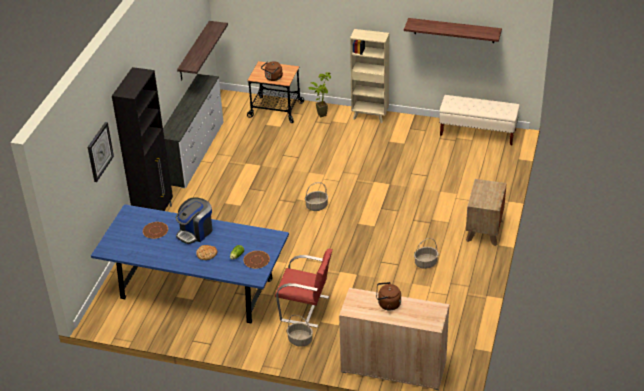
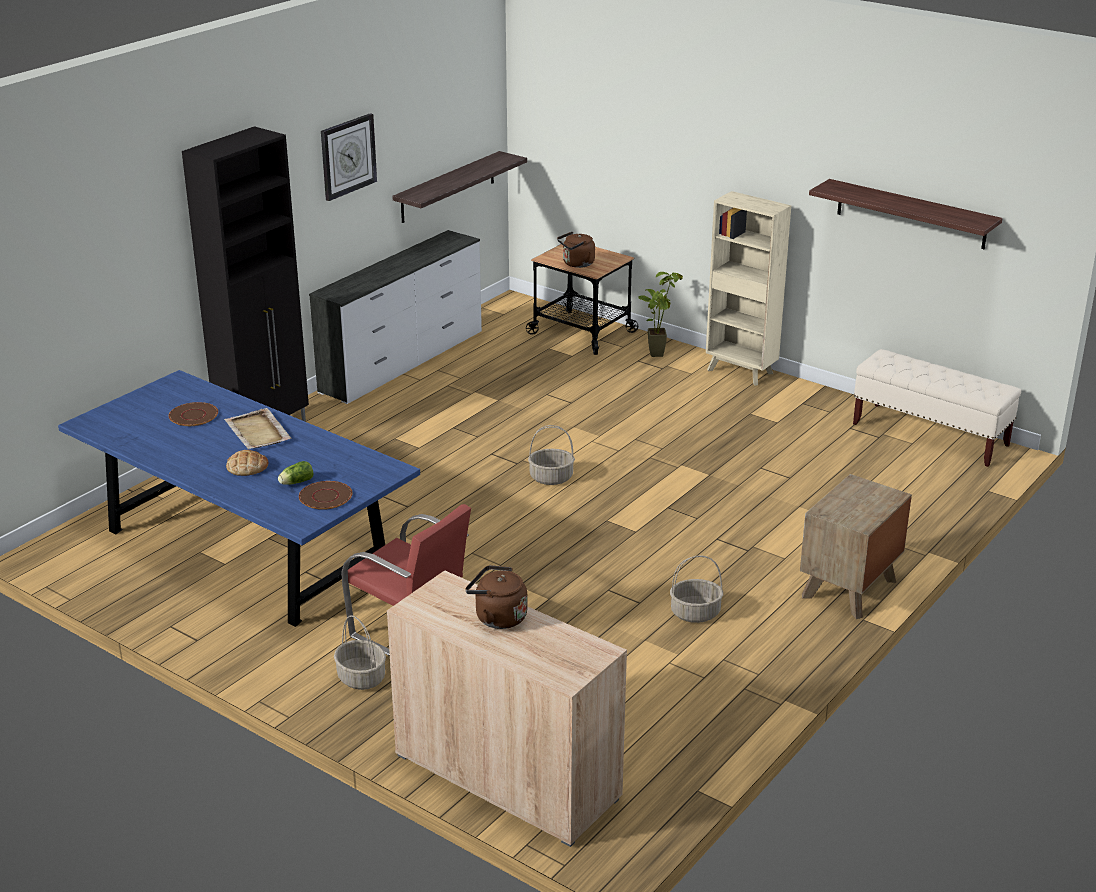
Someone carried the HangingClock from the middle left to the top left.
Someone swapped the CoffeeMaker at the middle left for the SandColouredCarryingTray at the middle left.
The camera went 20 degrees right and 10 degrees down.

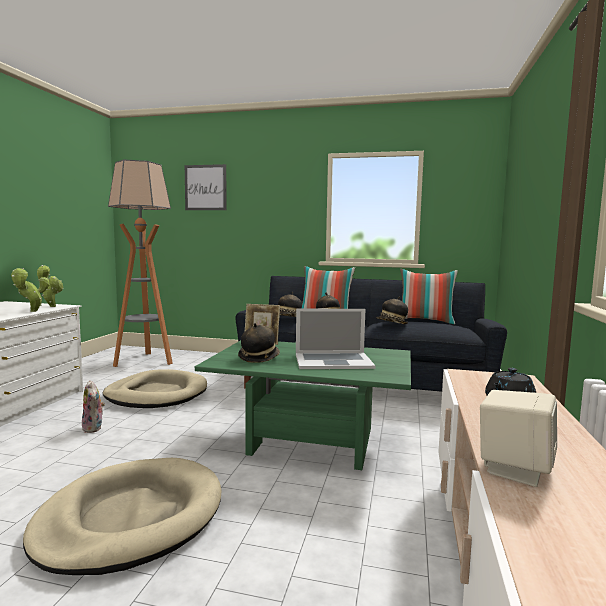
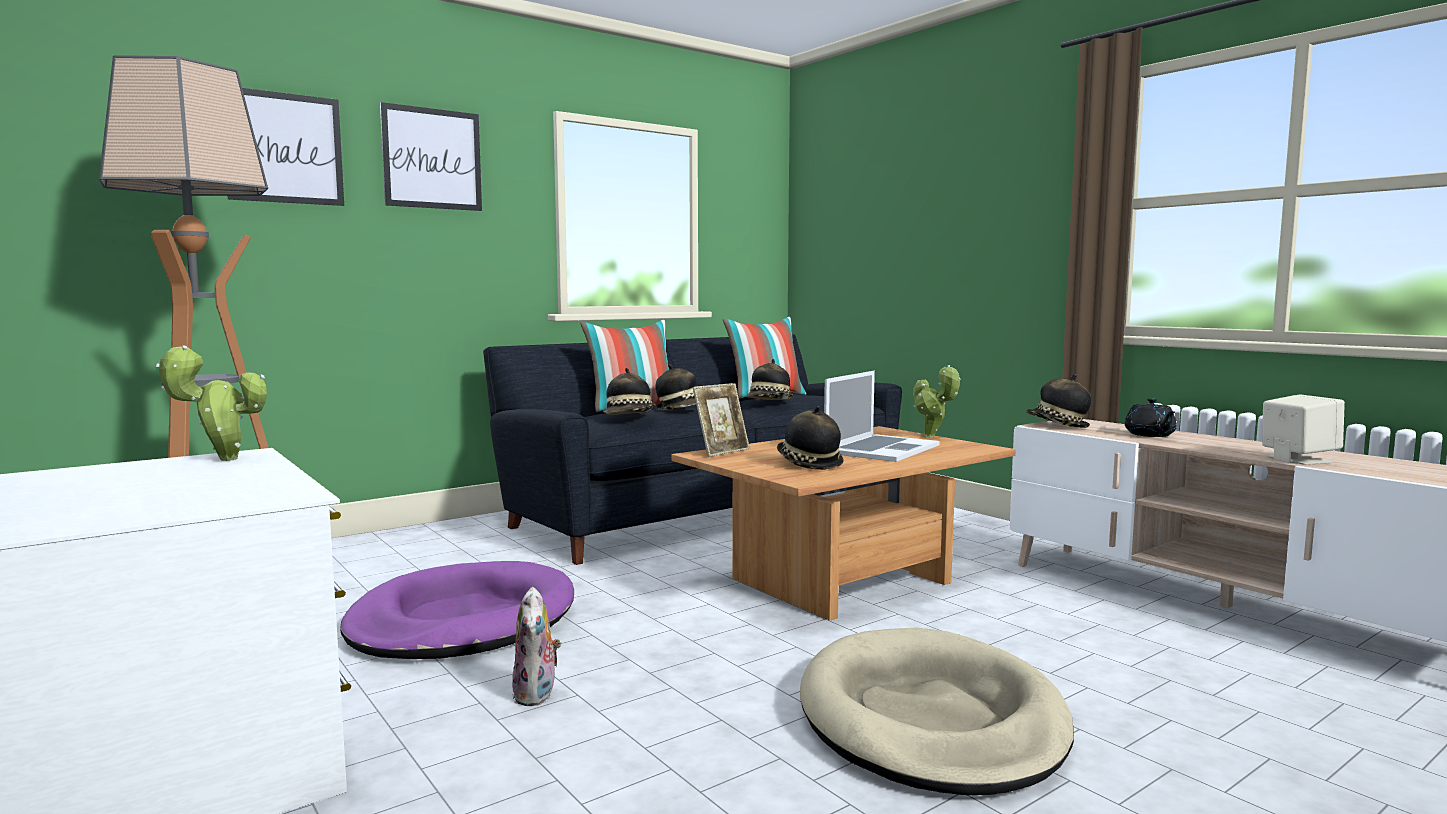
Someone carried the Houseplant (no. 1 from left in the first image) from the middle left to the centre.
Someone repainted the GreenLowTable at the bottom centre, which became the BrownLowTable at the centre.
Someone repainted the SandColouredPetBed (no. 2 from left) at the middle left, which became the PurpleColouredPetBed at the bottom left.
Someone rotated the PlushToy at the bottom left by 75 degrees clockwise.
Someone put up the WallArt (no. 2 from left) at the top left.
Someone put down the Hat (no. 5 from left) at the middle right.
The camera went 50 degrees left and 0 degrees up.

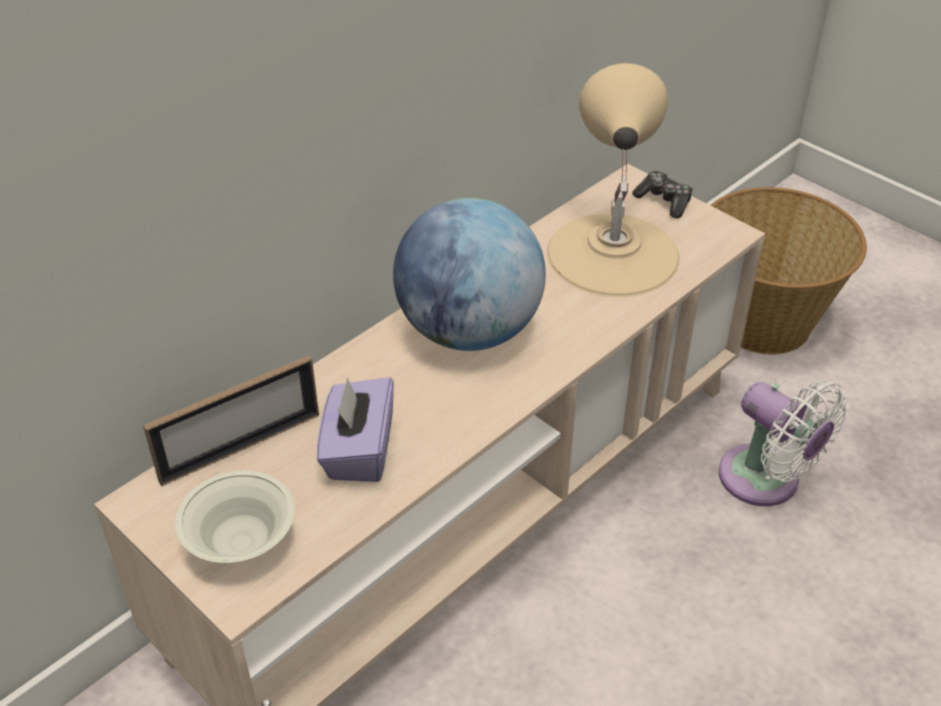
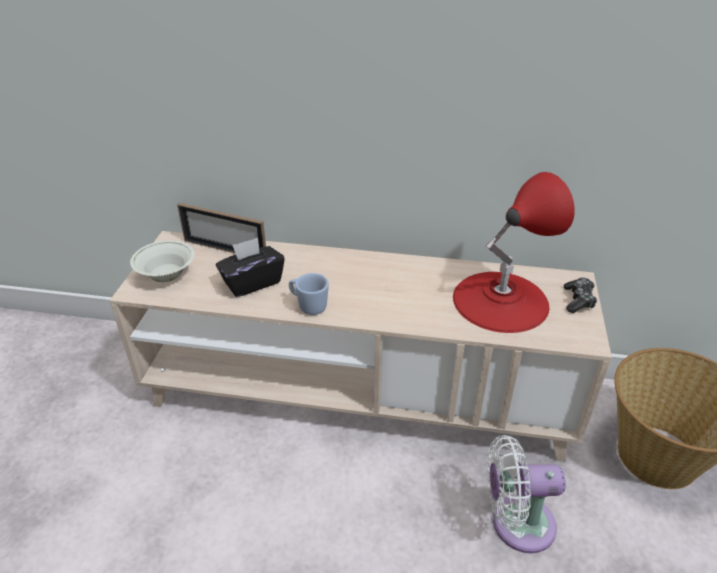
Someone repainted the SandColouredTableLamp at the top centre, which became the RedColouredTableLamp at the middle right.
Someone took away the WorldGlobe at the centre.
Someone repainted the PurpleColouredTissueBox at the centre, which became the BlackTissueBox at the centre.
Someone rotated the WhiteElectricFan at the middle right by 75 degrees clockwise.
Someone put down the BlueCoffeeMug at the centre.
The camera went 55 degrees right and 5 degrees down.

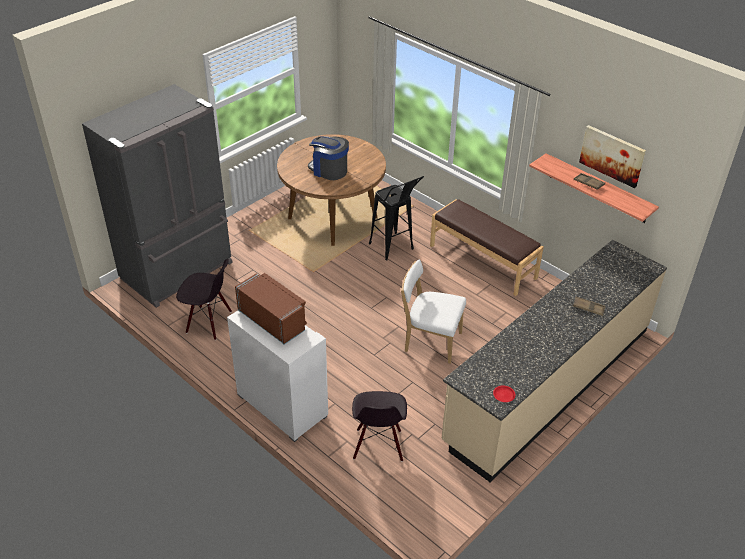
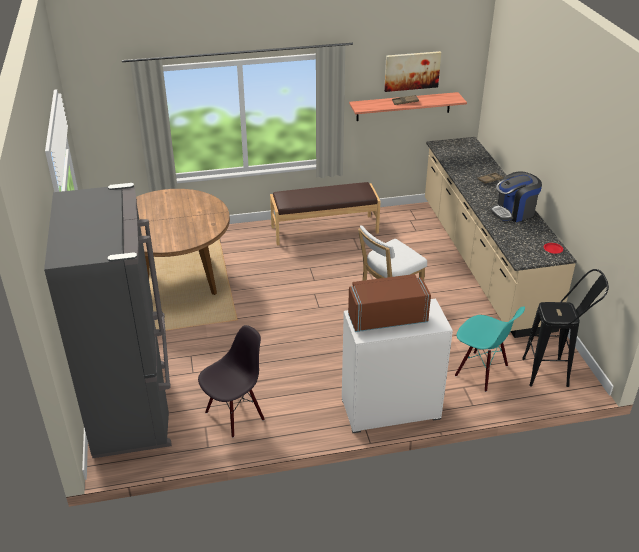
Someone carried the CoffeeMaker from the top centre to the middle right.
Someone carried the BlackSittingStool from the centre to the middle right.
Someone repainted the BlackUprightChair (no. 2 from left) at the bottom centre, which became the BlueGreenUprightChair at the middle right.
The camera went 55 degrees left and 5 degrees down.

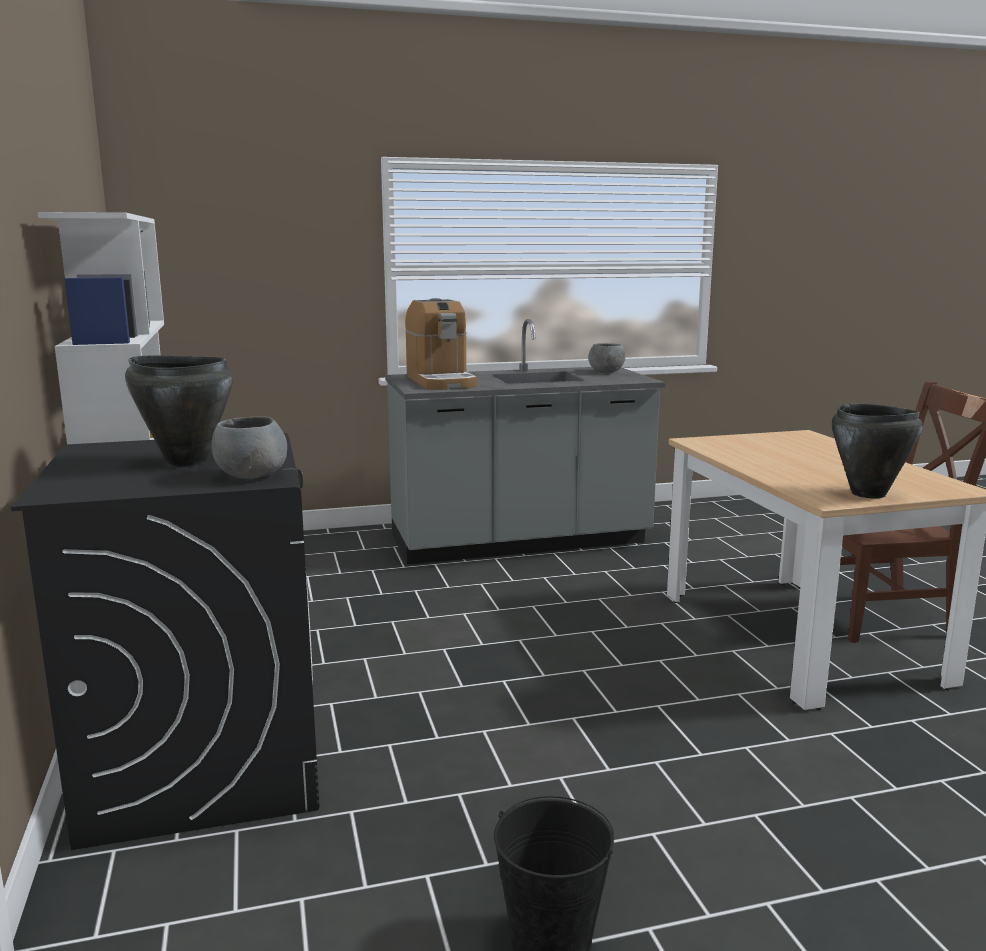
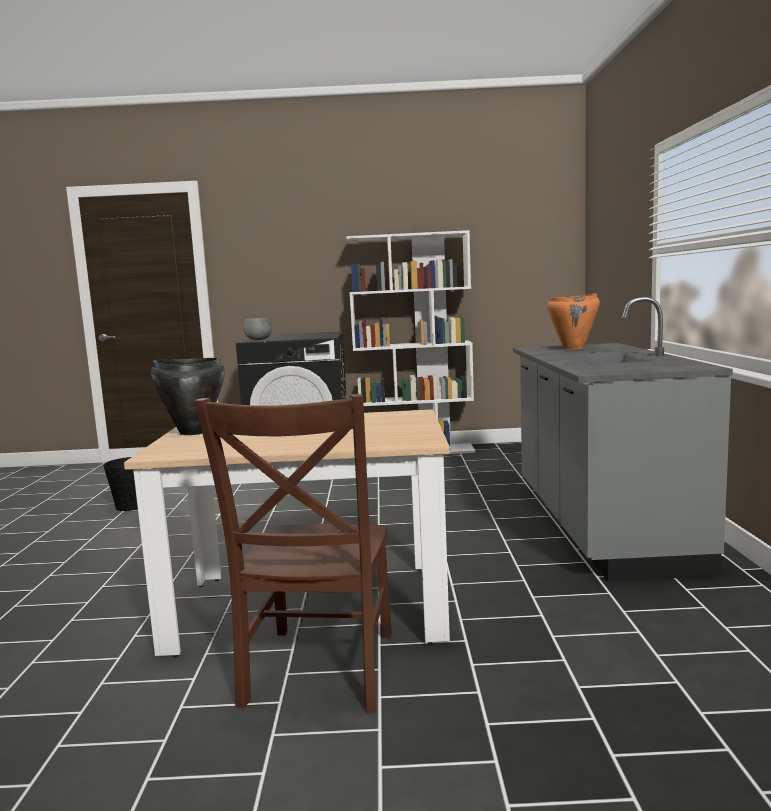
Someone swapped the CoffeeMaker at the centre for the OrangeColouredStockpot at the middle right.
Someone took away the GrayDeepDish (no. 2 from left) at the centre.
Someone took away the BlackStockpot (no. 1 from left) at the middle left.
The camera went 105 degrees right and 5 degrees down.

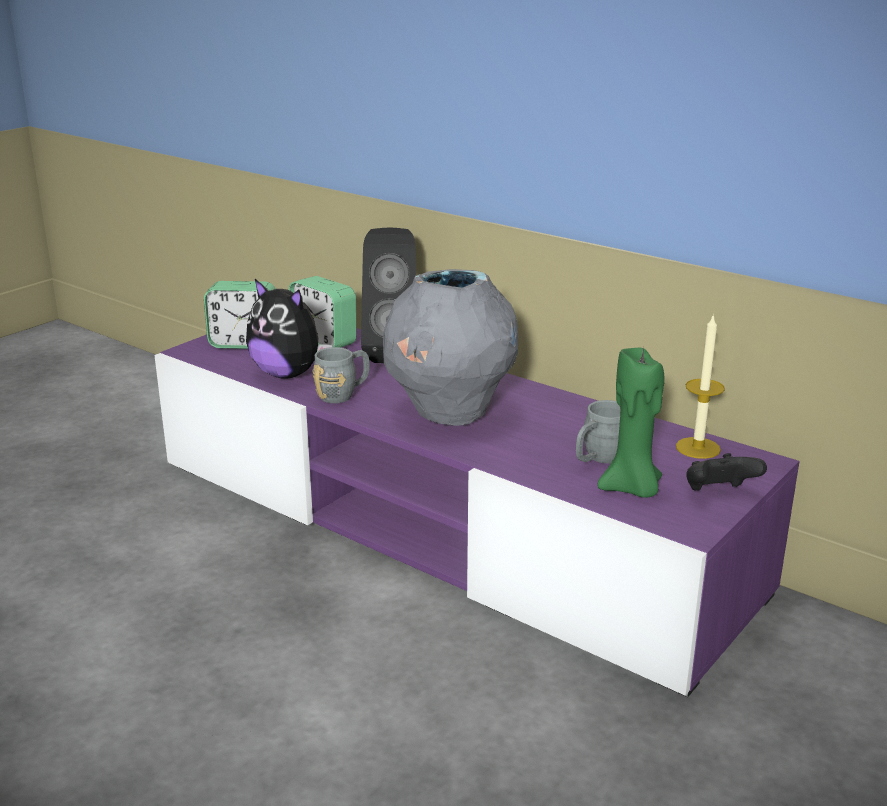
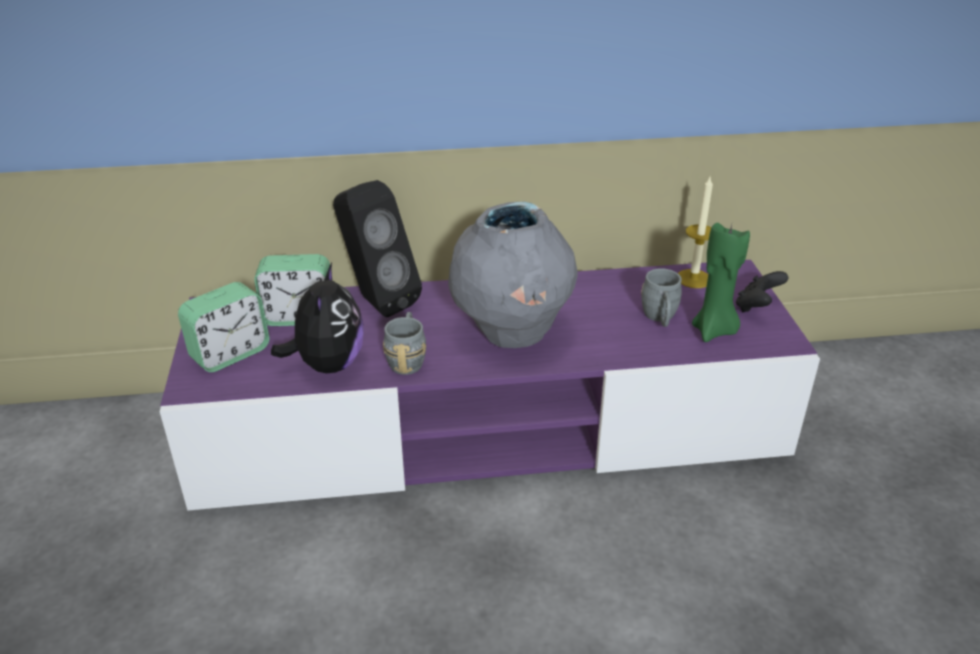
Someone rotated the PlushToy at the middle left by 75 degrees counterclockwise.
The camera went 45 degrees left and 10 degrees up.

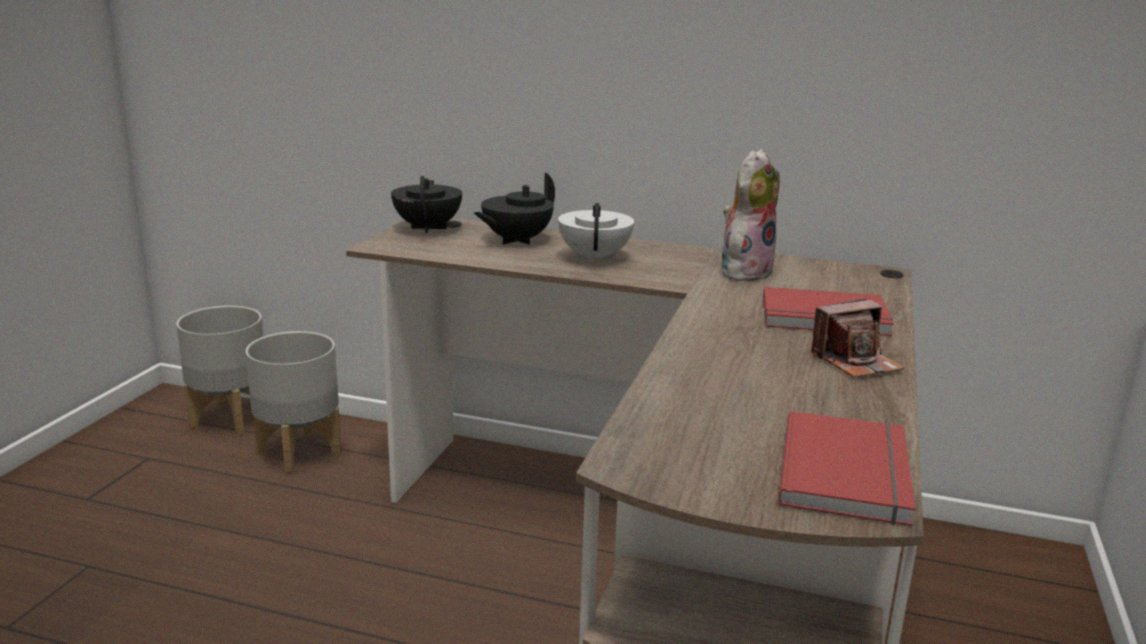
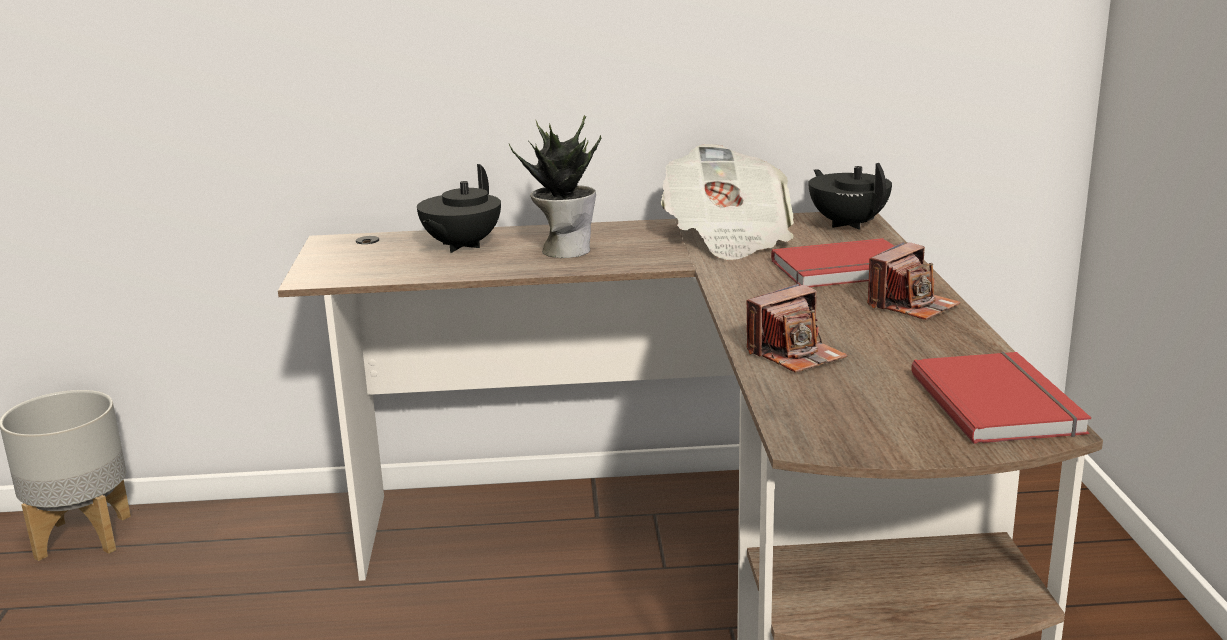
Someone swapped the PlushToy at the centre for the DailyPaper at the top centre.
Someone carried the BlackPotForTea (no. 1 from left in the first image) from the top centre to the top right.
Someone swapped the WhitePotForTea at the centre for the Houseplant at the top centre.
Someone took away the GrayFlowerPot (no. 2 from left) at the middle left.
Someone put down the StillCamera (no. 1 from left) at the centre.
The camera went 20 degrees left and 0 degrees up.

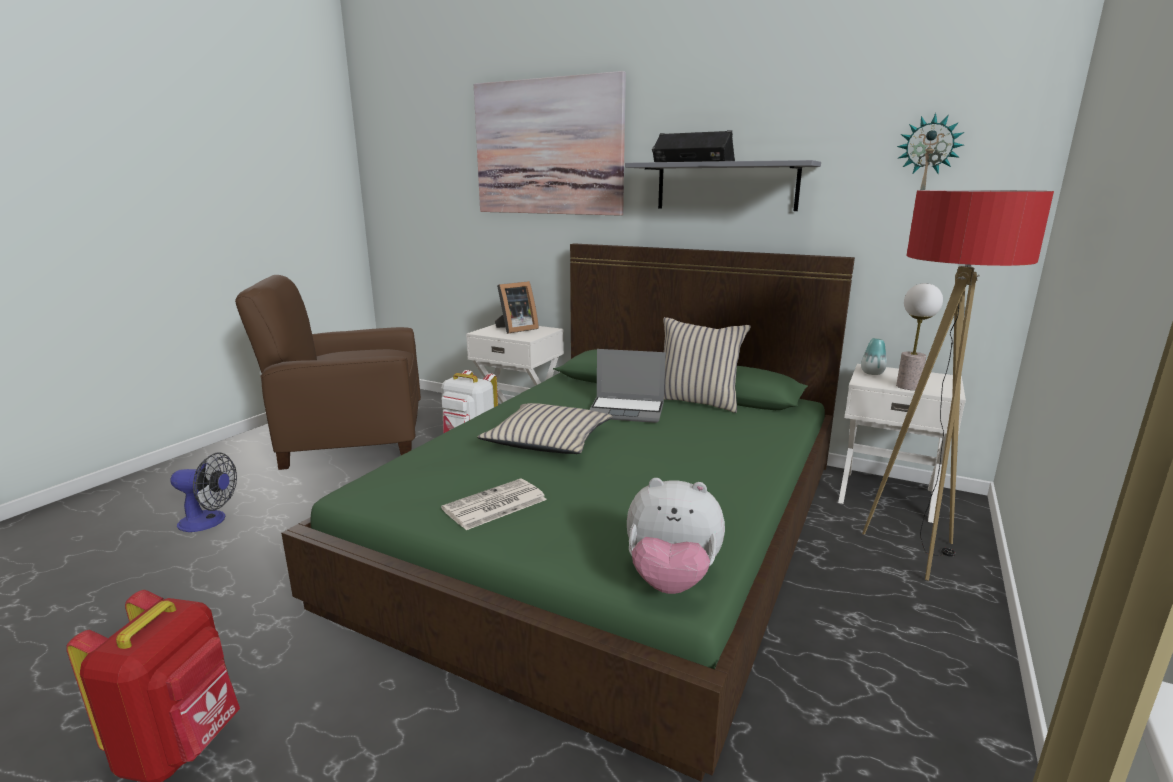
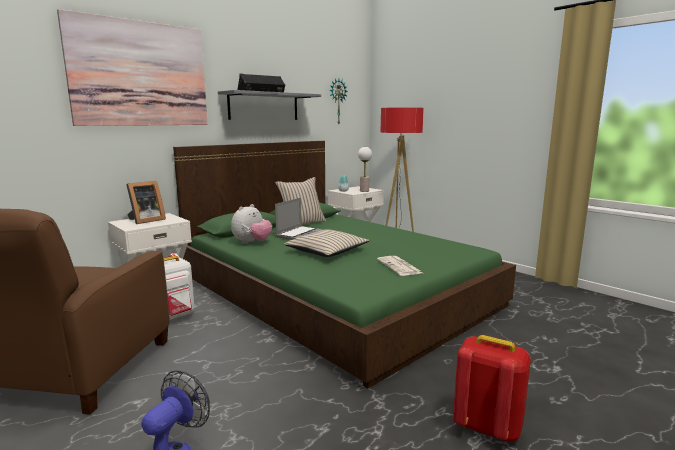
Someone rotated the StandingFrame at the centre by 60 degrees clockwise.
Someone carried the PlushToy from the bottom centre to the centre.
The camera went 70 degrees left and 5 degrees down.

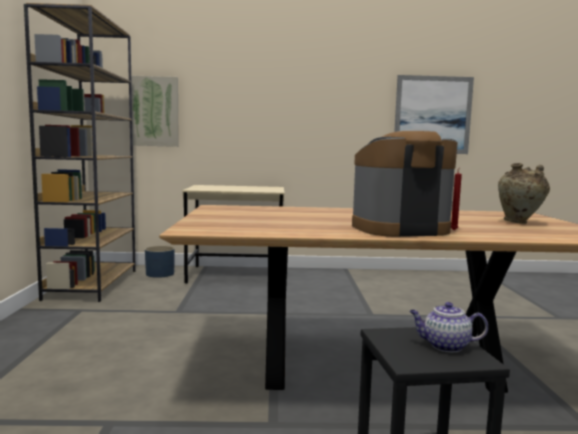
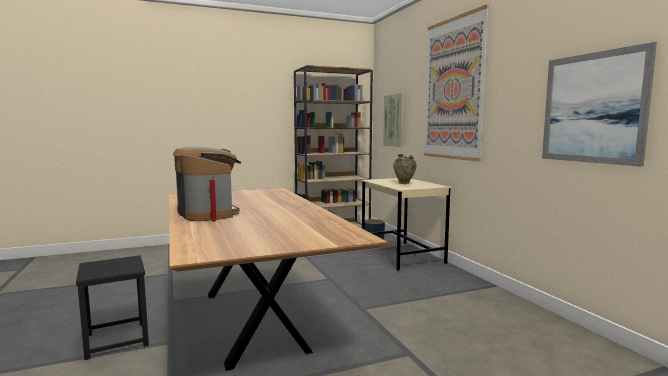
Someone carried the SandColouredFlowerVase from the middle right to the centre.
Someone took away the PotForTea at the bottom right.
Someone put up the WallArt (no. 2 from left) at the top right.
The camera went 70 degrees right and 0 degrees up.

